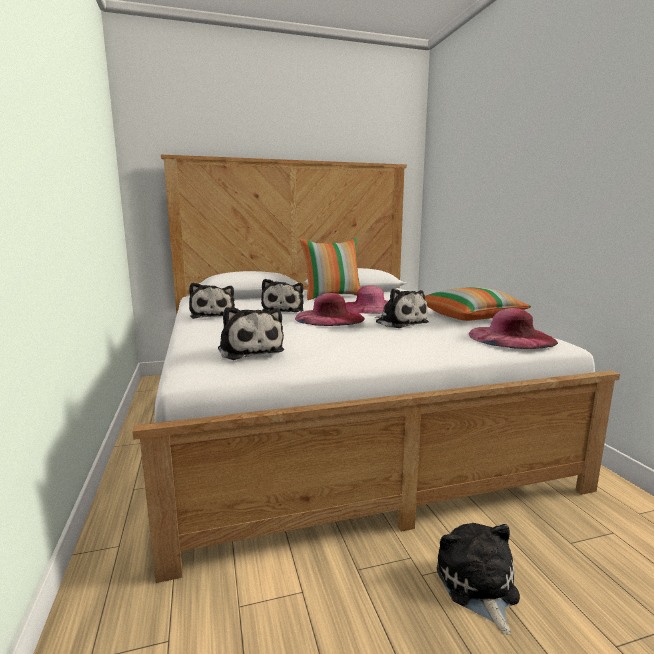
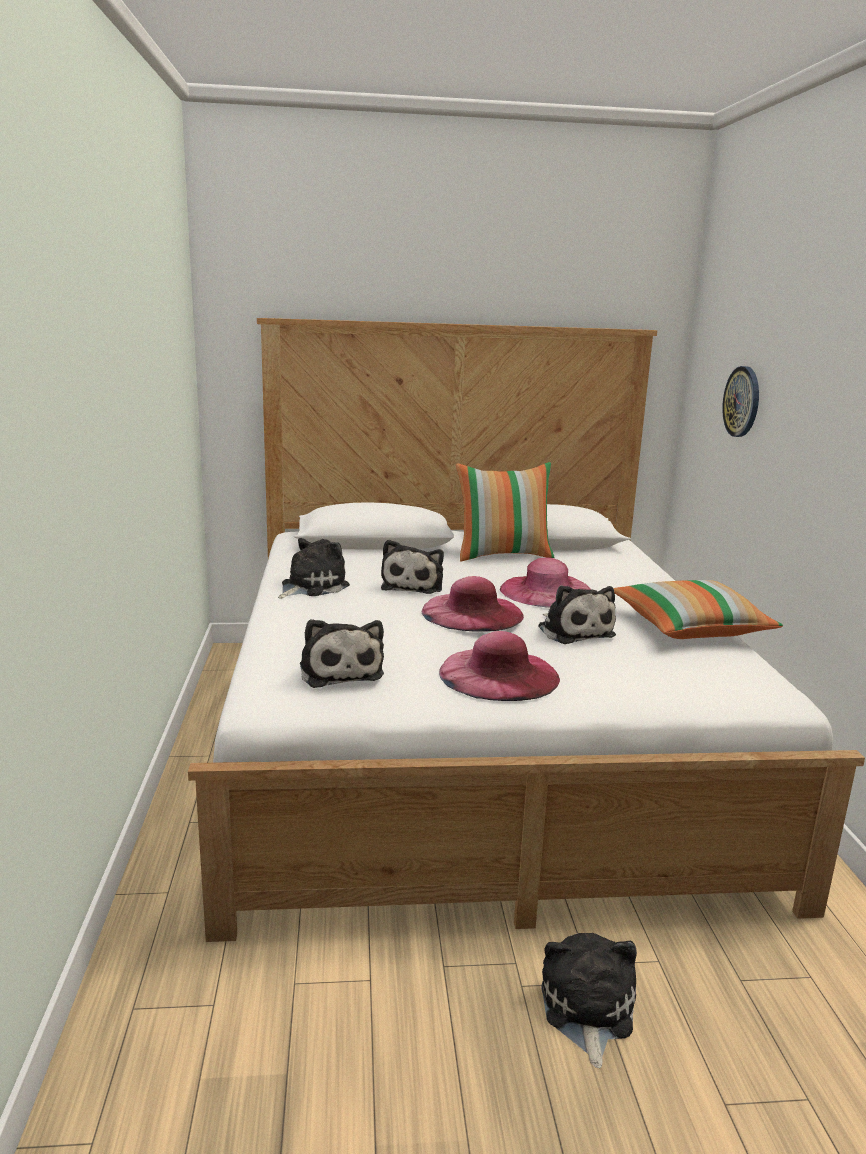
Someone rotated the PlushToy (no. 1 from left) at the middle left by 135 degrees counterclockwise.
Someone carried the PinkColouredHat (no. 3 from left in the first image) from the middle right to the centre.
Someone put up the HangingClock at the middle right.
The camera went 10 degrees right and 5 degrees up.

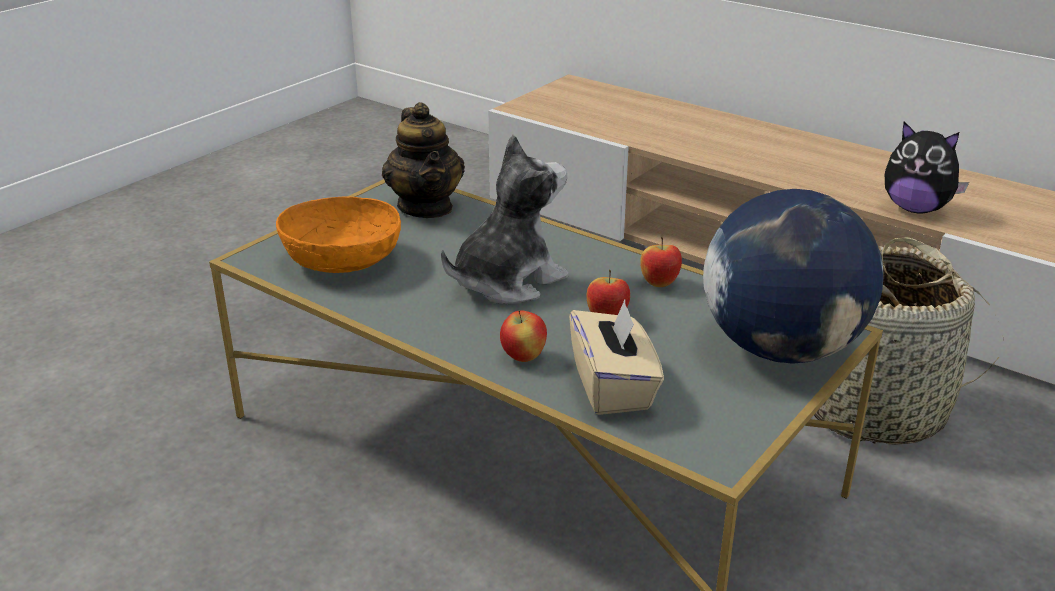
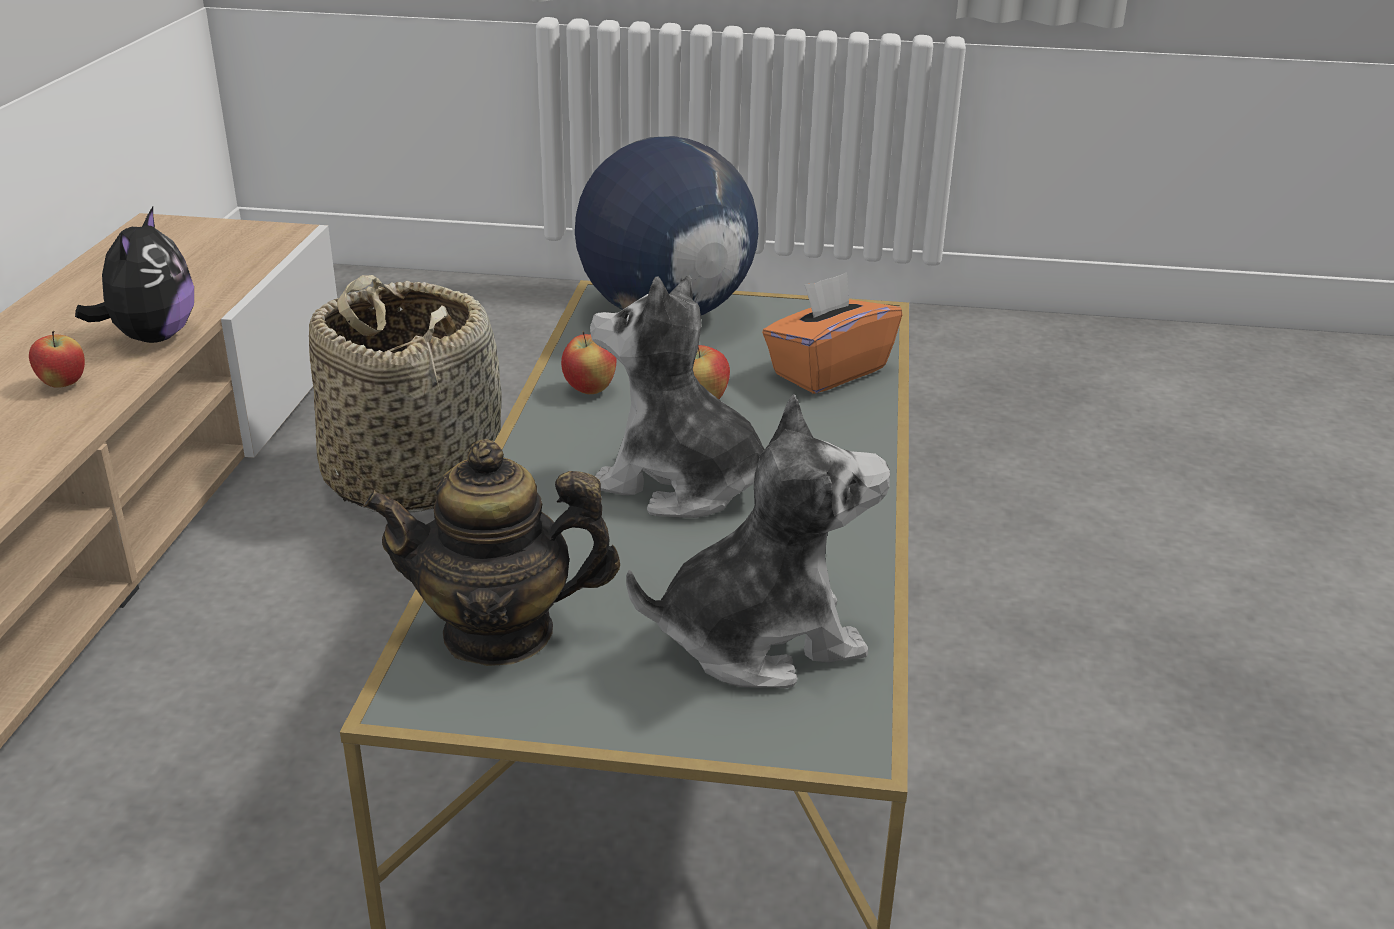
Someone rotated the PotForTea at the top centre by 135 degrees counterclockwise.
Someone swapped the OrangeColouredDeepDish at the middle left for the PlushToy (no. 3 from left) at the centre.
Someone repainted the SandColouredTissueBox at the centre, which became the OrangeColouredTissueBox at the centre.
Someone carried the WholeApple (no. 1 from left) from the centre to the middle left.
The camera went 120 degrees left and 0 degrees up.

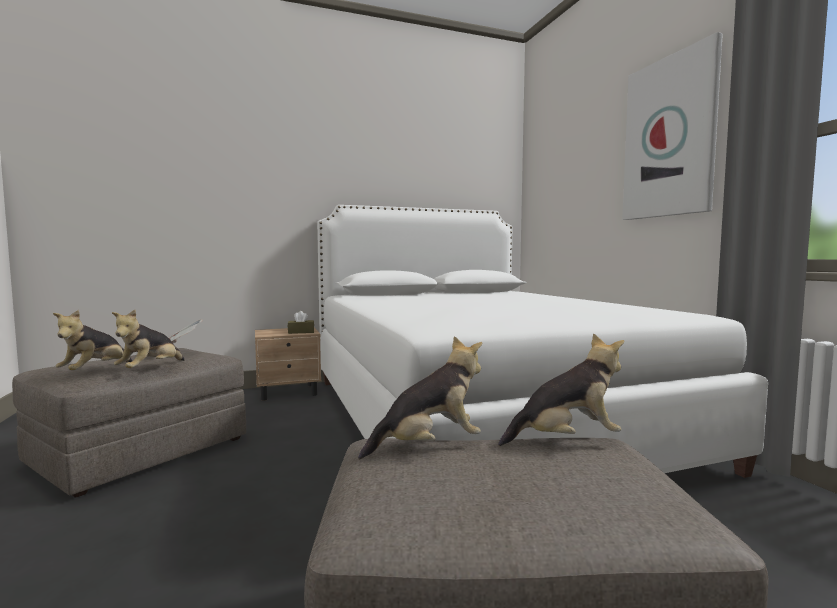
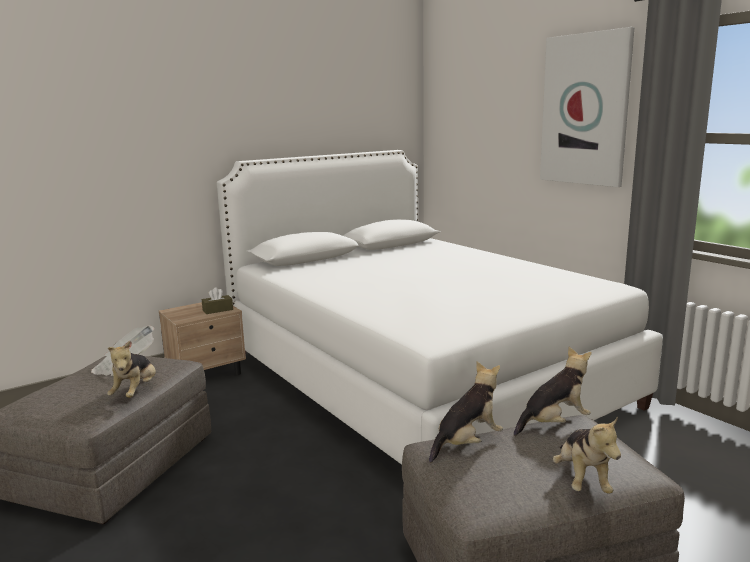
Someone carried the PlushToy (no. 1 from left in the first image) from the middle left to the bottom right.
The camera went 15 degrees left and 10 degrees up.

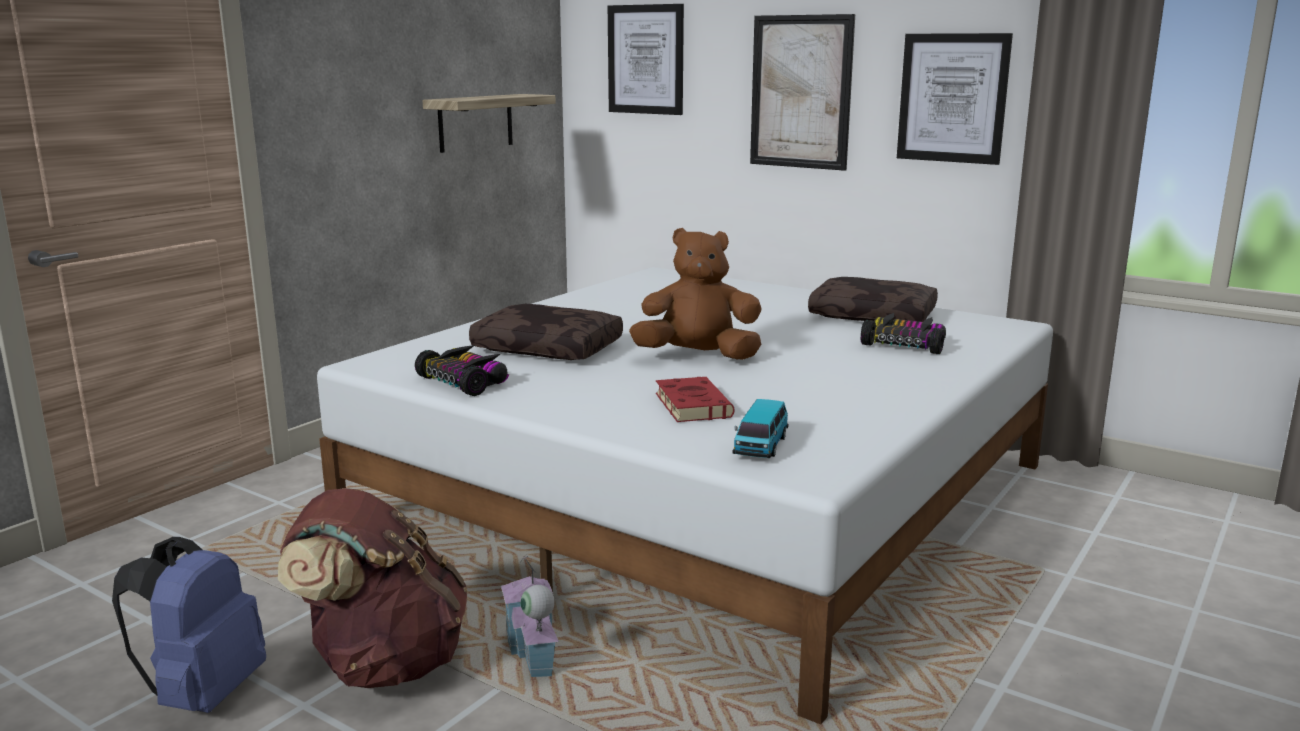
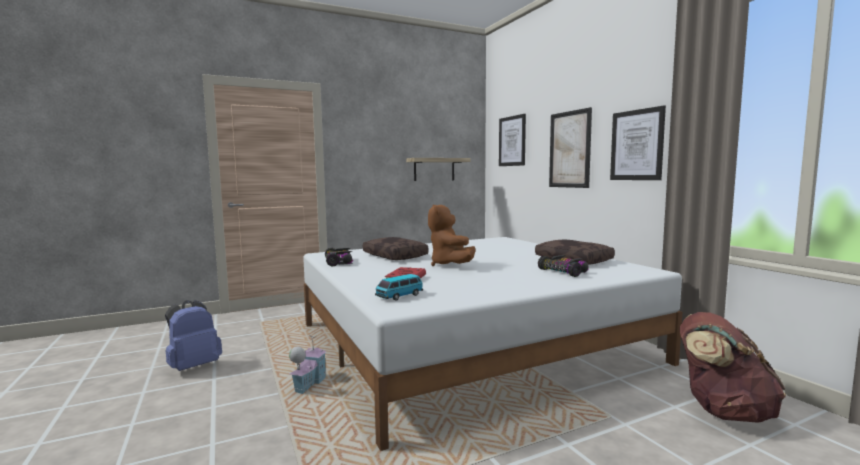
Someone rotated the BrownPlushToy at the centre by 135 degrees counterclockwise.
Someone carried the BrownBackpack from the bottom left to the bottom right.
The camera went 30 degrees right and 10 degrees down.

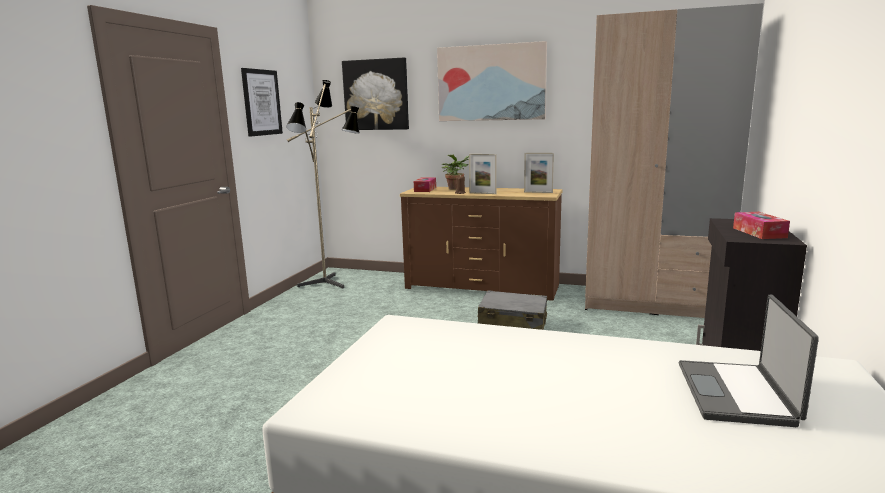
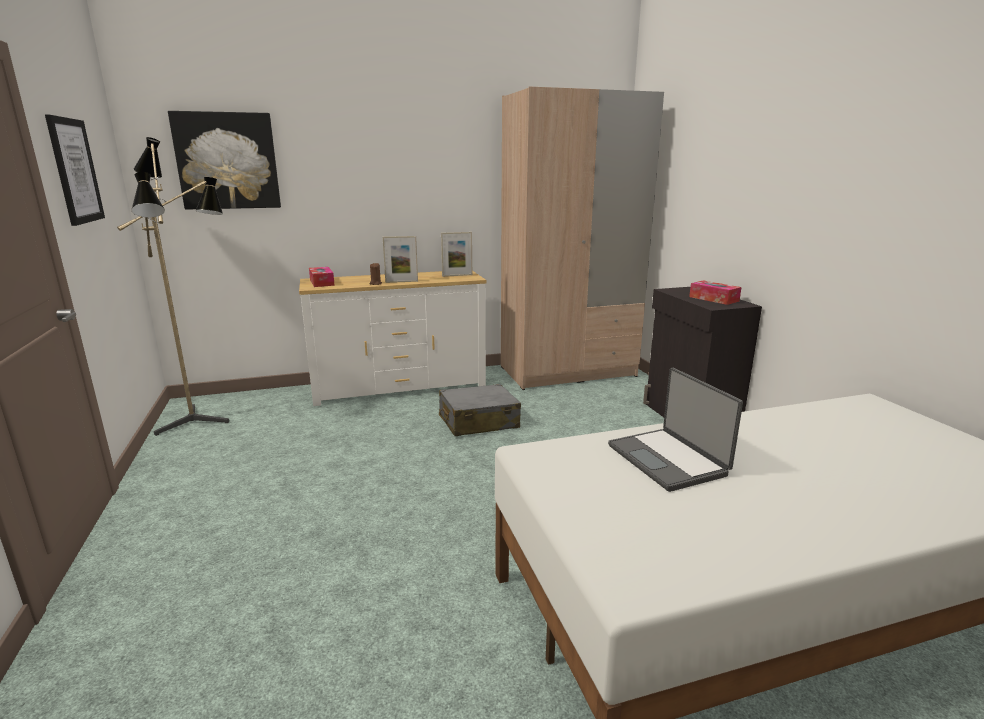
Someone took away the WallArt (no. 3 from left) at the top centre.
Someone took away the Houseplant at the centre.
Someone repainted the BrownChestOfDrawers at the centre, which became the WhiteChestOfDrawers at the centre.
Someone carried the PortableComputer from the bottom right to the middle right.
The camera went 35 degrees left and 5 degrees up.

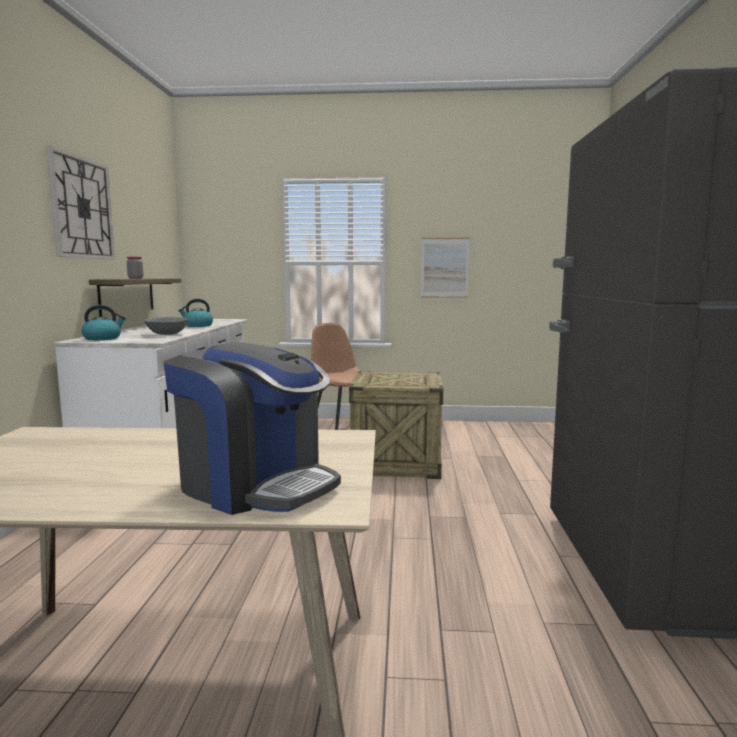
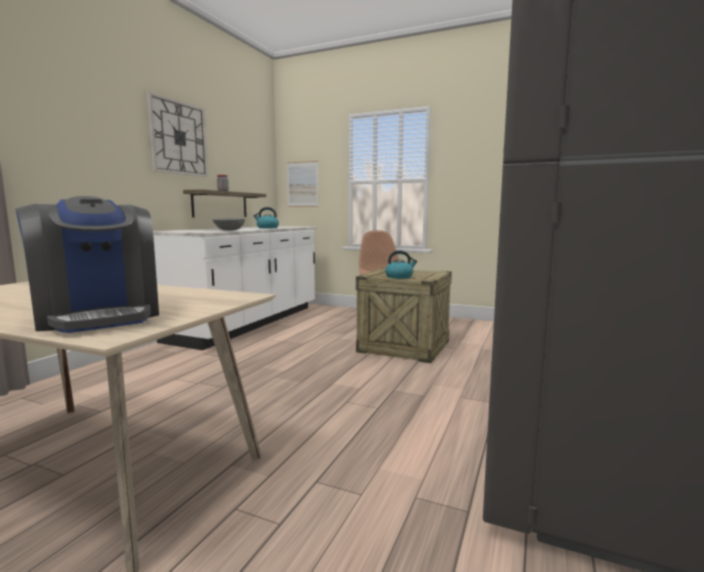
Someone carried the WallArt from the centre to the top centre.
Someone carried the WaterKettle (no. 1 from left in the first image) from the middle left to the centre.
The camera went 20 degrees right and 0 degrees up.

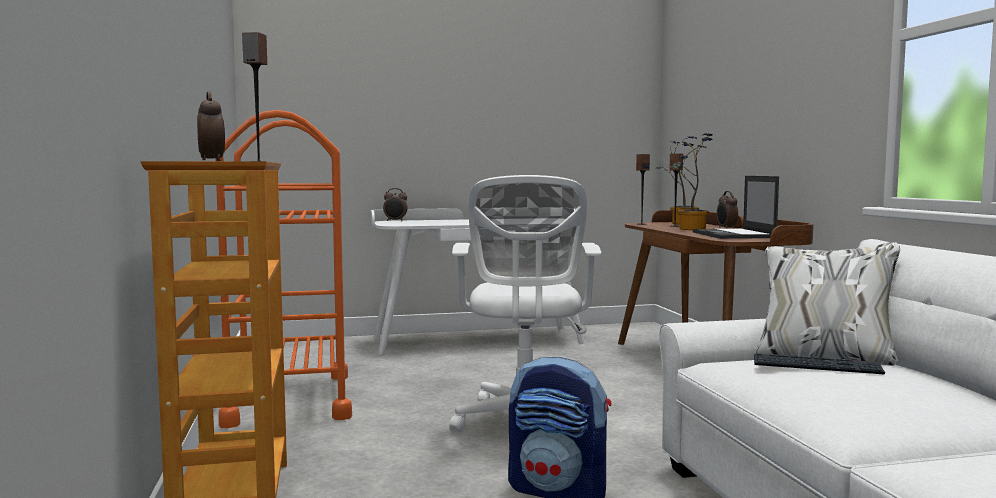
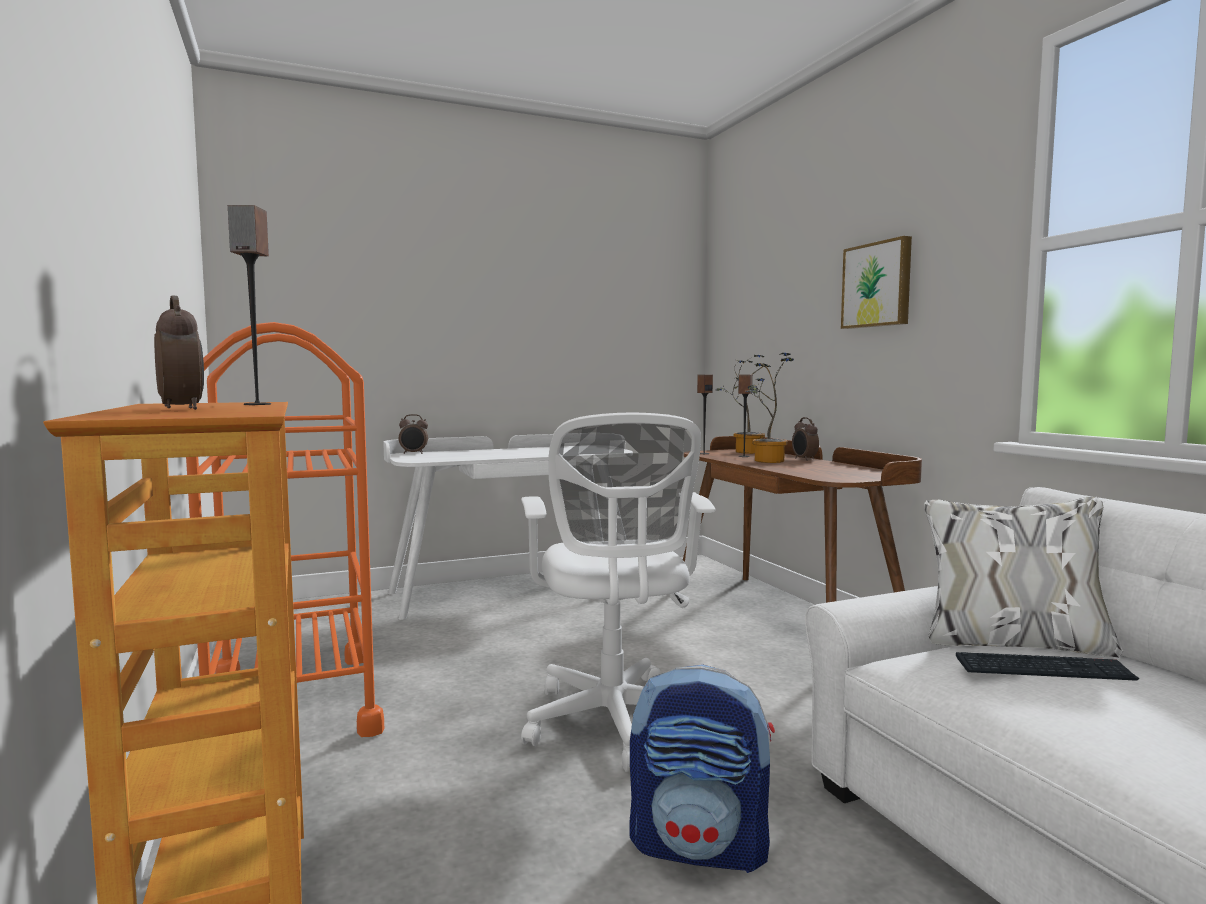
Someone took away the PortableComputer at the middle right.
Someone put up the WallArt at the top right.
The camera went 10 degrees left and 0 degrees up.

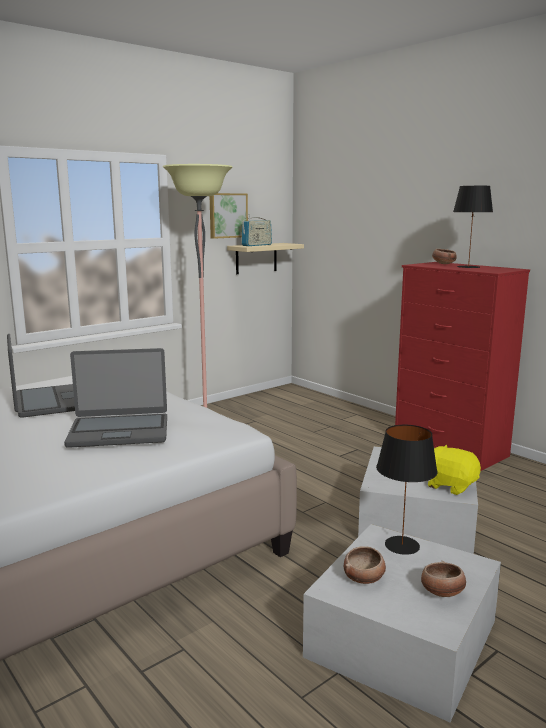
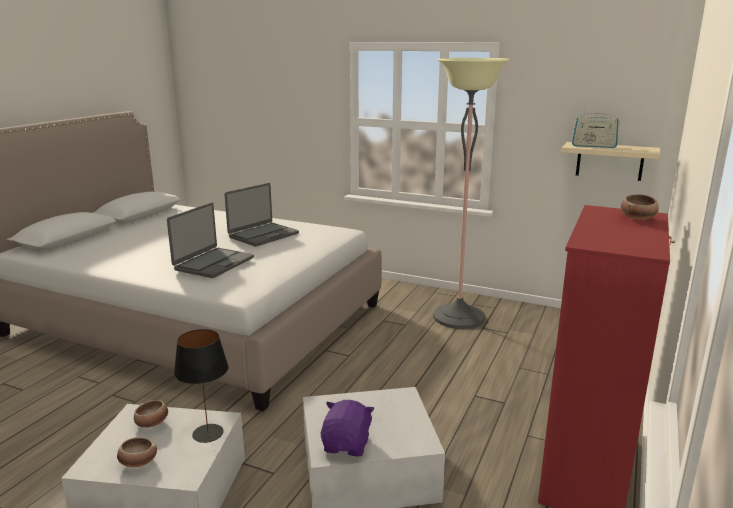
Someone took away the BlackTableLamp (no. 2 from left) at the top right.
Someone took away the WallArt at the top centre.
Someone rotated the PortableComputer (no. 2 from left in the first image) at the middle left by 120 degrees counterclockwise.
Someone repainted the YellowColouredPlushToy at the middle right, which became the PurpleColouredPlushToy at the bottom centre.
The camera went 65 degrees right and 5 degrees up.

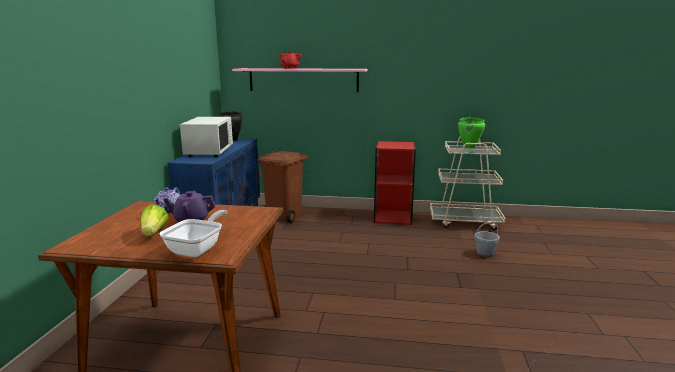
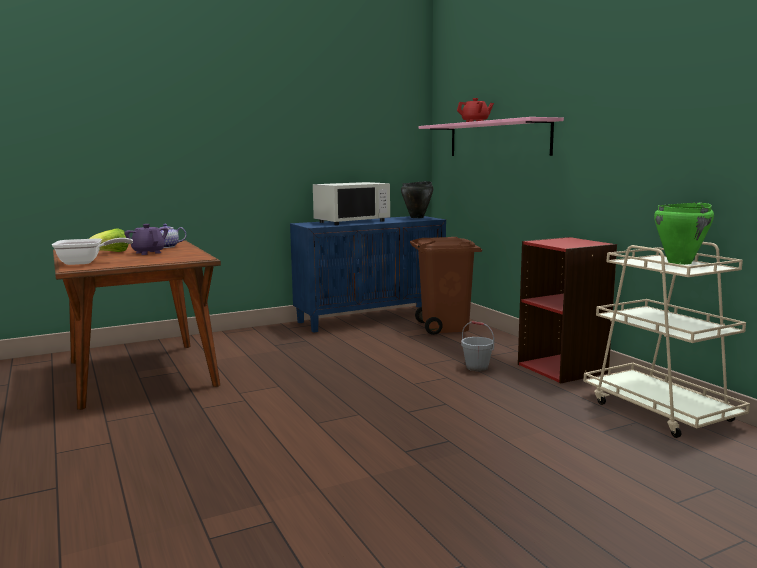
Someone carried the GrayWaterBucket from the middle right to the centre.
The camera went 55 degrees right and 5 degrees down.

